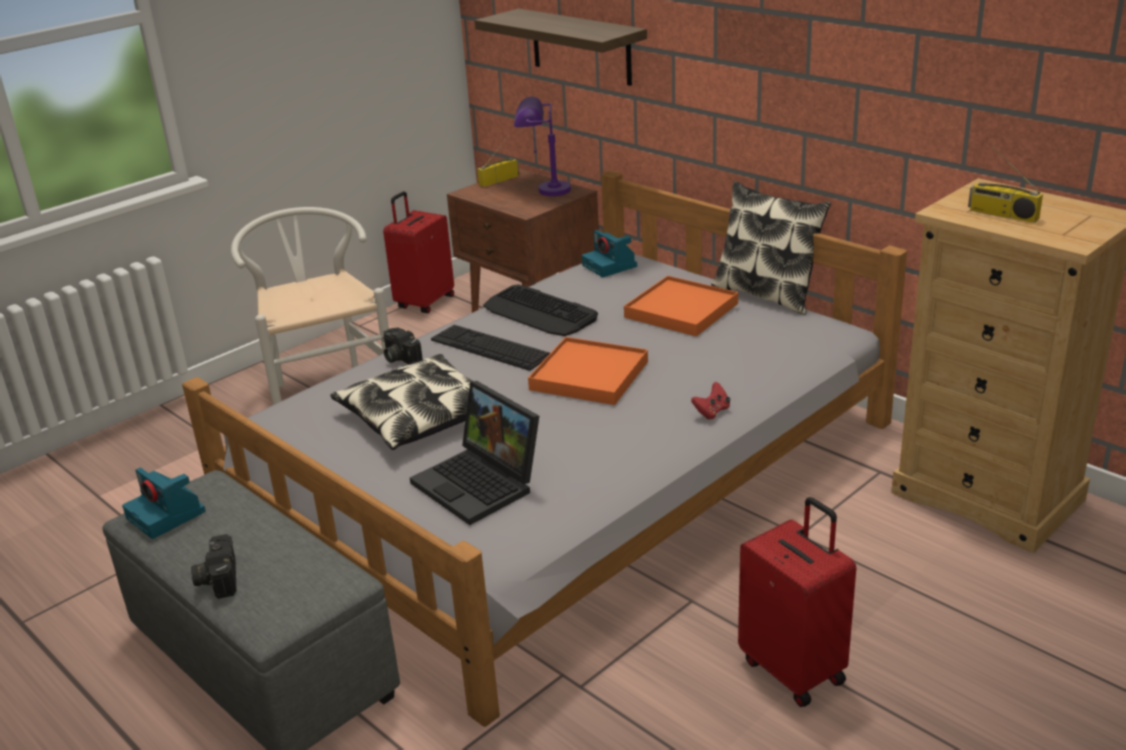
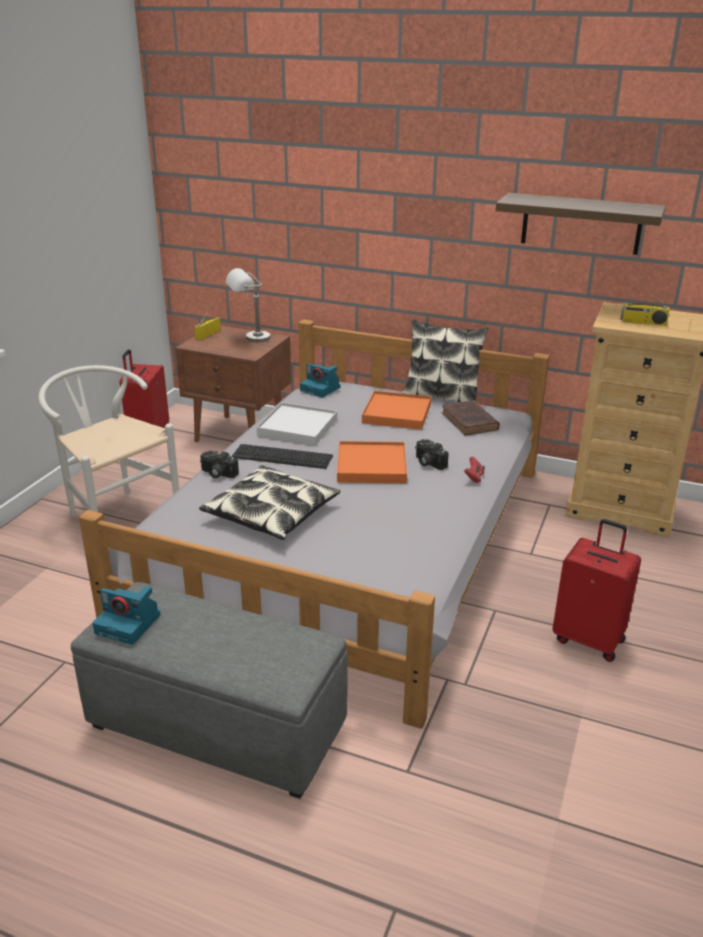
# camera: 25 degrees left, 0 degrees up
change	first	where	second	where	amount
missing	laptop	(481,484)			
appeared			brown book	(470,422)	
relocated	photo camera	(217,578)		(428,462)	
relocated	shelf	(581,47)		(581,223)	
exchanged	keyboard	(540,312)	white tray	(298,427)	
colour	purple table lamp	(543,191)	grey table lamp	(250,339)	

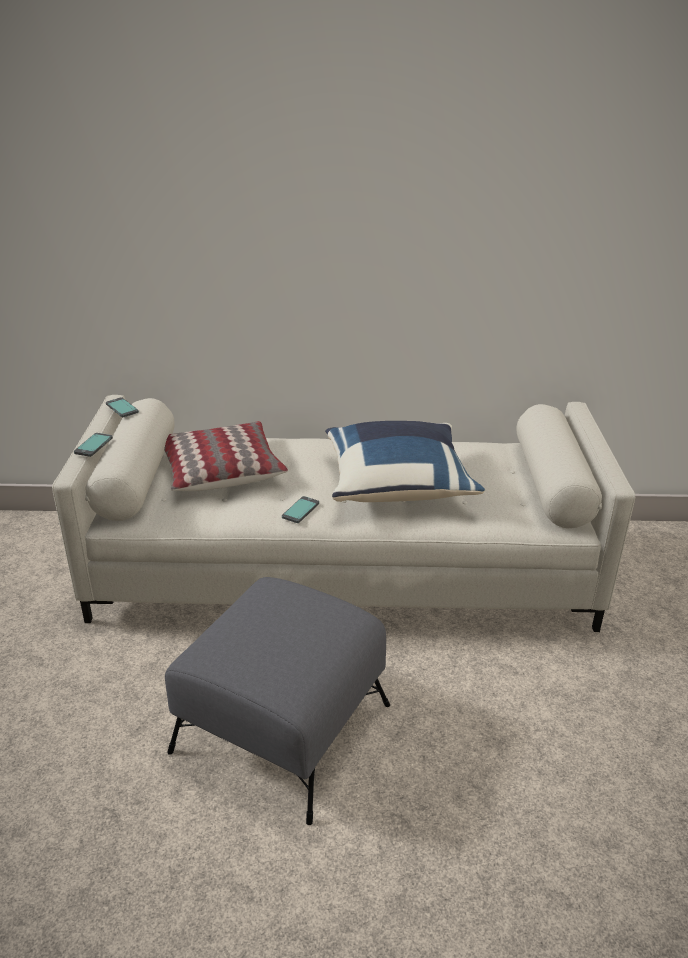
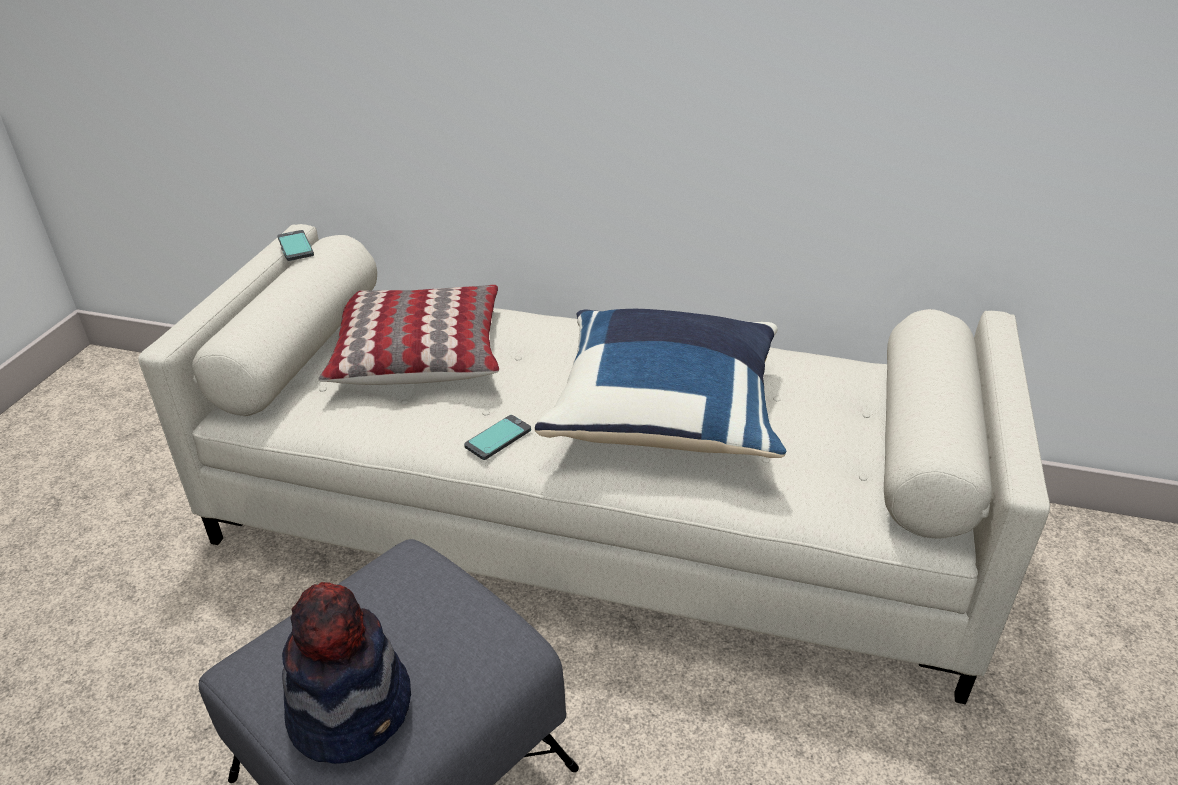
# camera: 15 degrees right, 5 degrees up
change	first	where	second	where	amount
missing	phone	(94,445)			
appeared			hat	(352,708)	

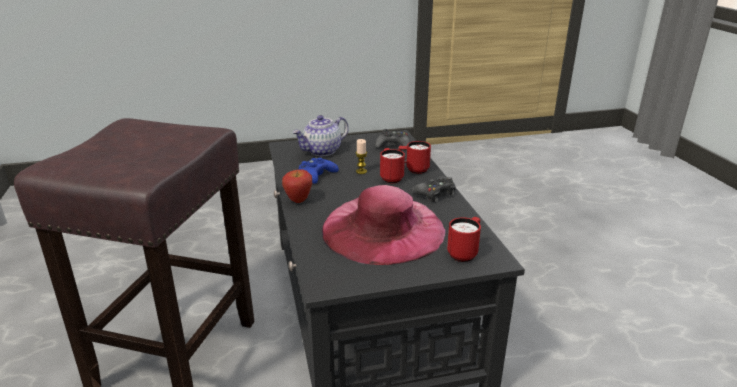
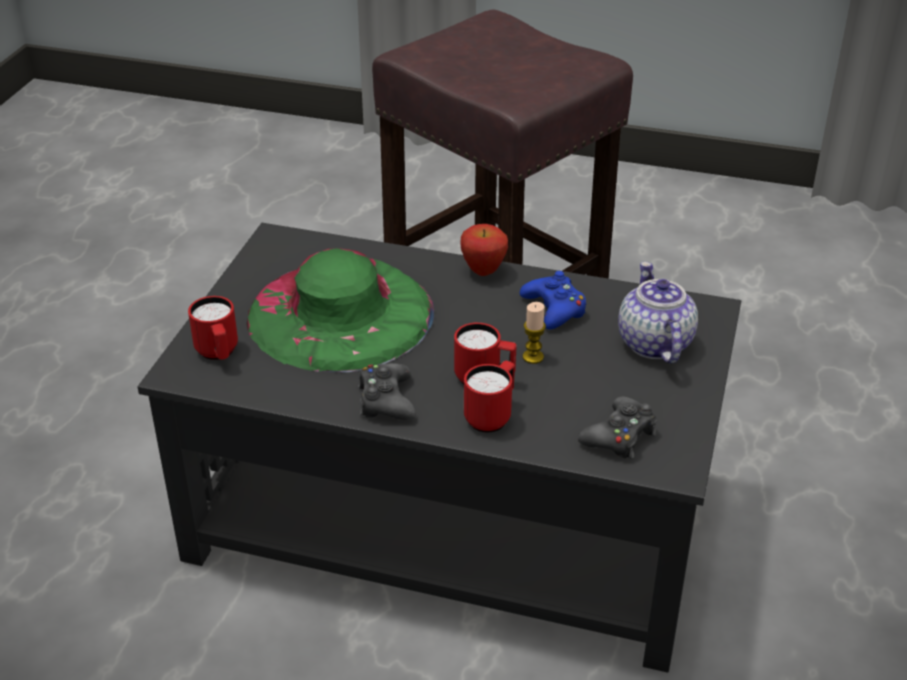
# camera: 120 degrees right, 10 degrees up
change	first	where	second	where	amount
colour	pink hat	(383,229)	green hat	(340,313)	

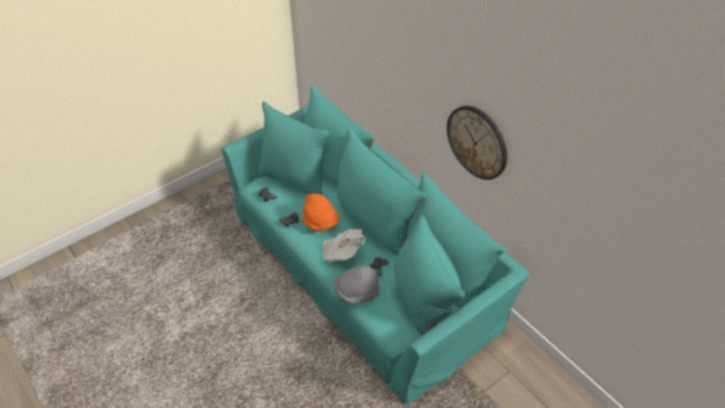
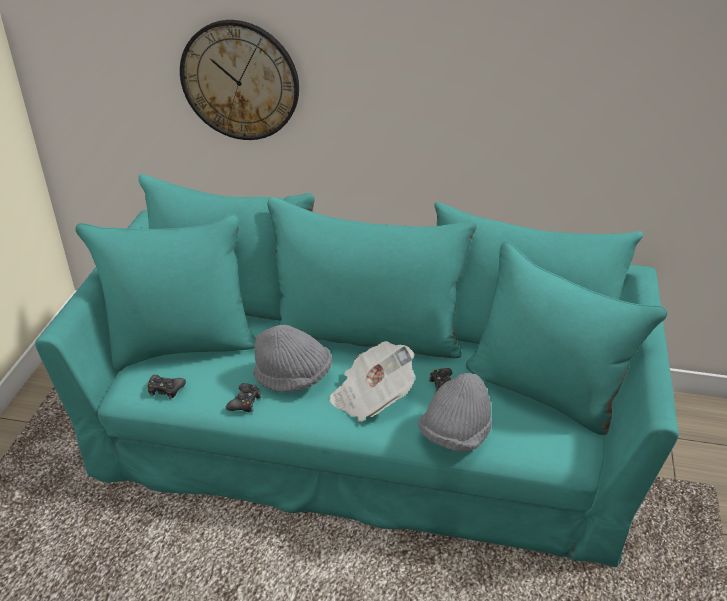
# camera: 40 degrees left, 10 degrees down
change	first	where	second	where	amount
relocated	wall clock	(477,142)		(240,81)	
colour	orange hat	(320,222)	grey hat	(294,377)	

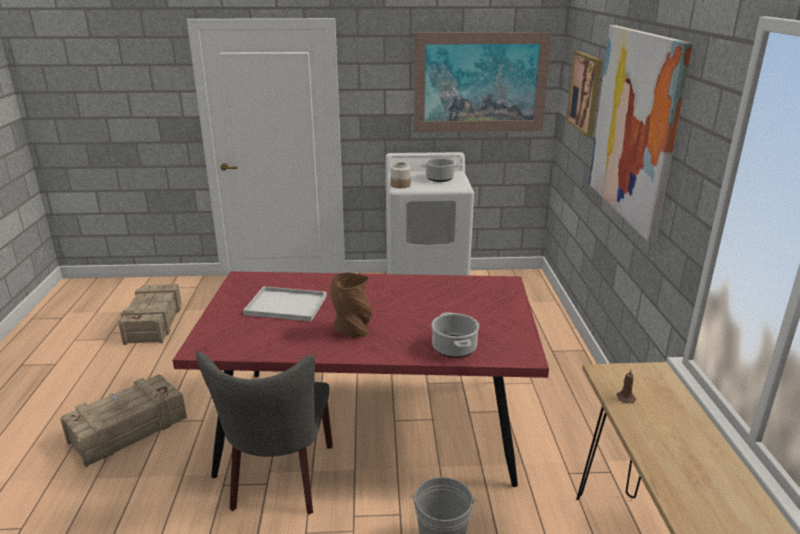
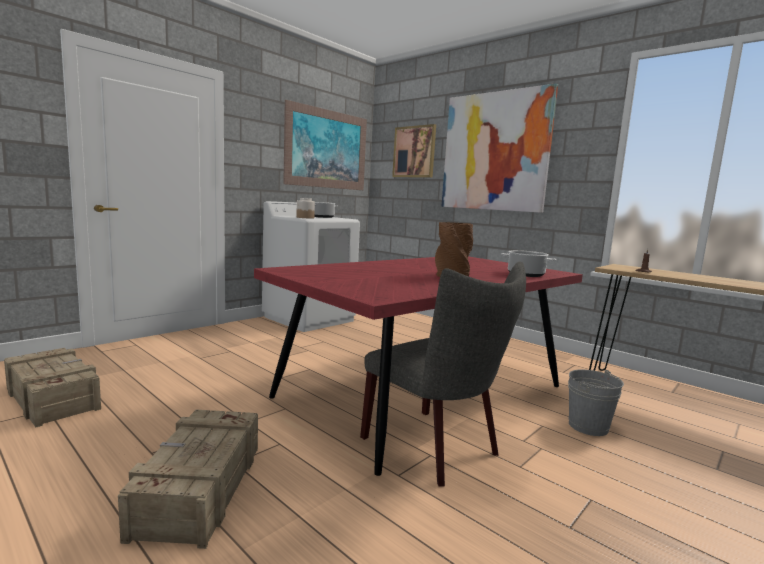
# camera: 45 degrees left, 15 degrees down
change	first	where	second	where	amount
missing	white tray	(288,305)			

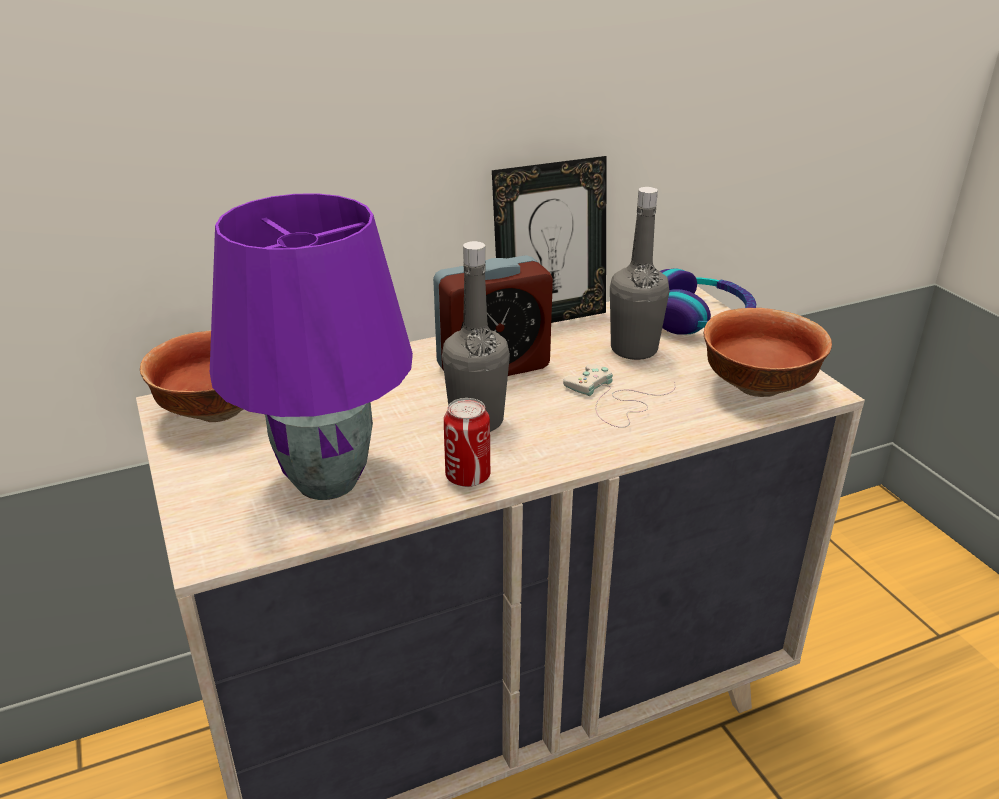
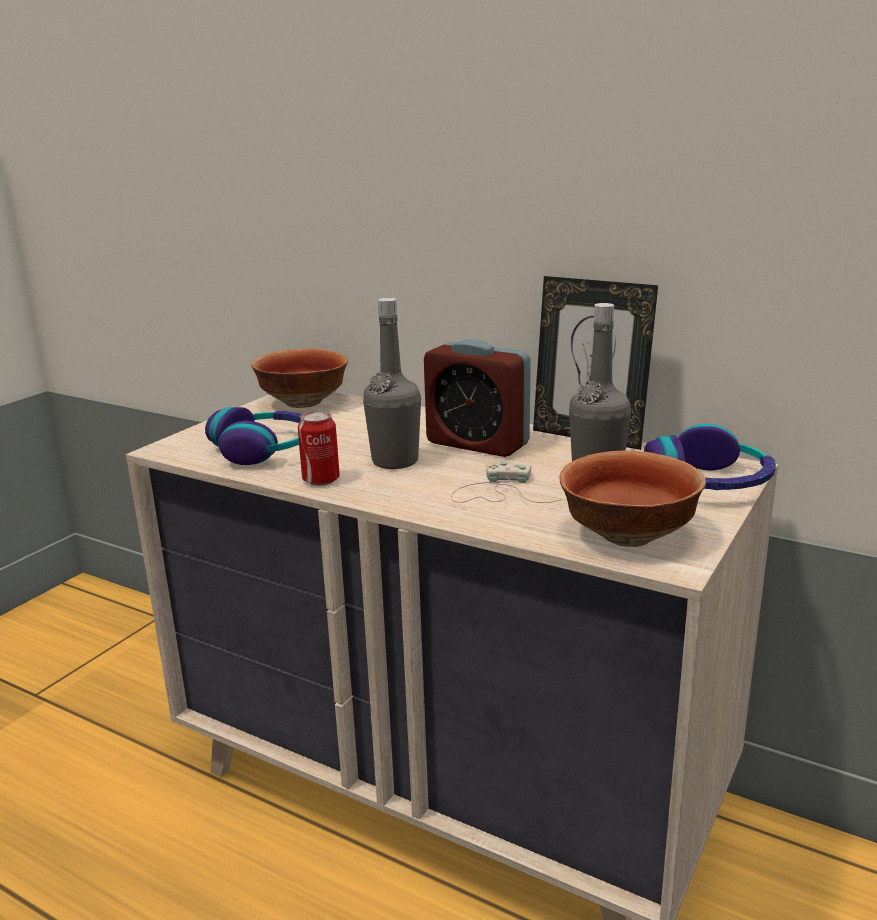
# camera: 55 degrees right, 10 degrees down
change	first	where	second	where	amount
exchanged	purple table lamp	(329,481)	headphones	(266,449)	

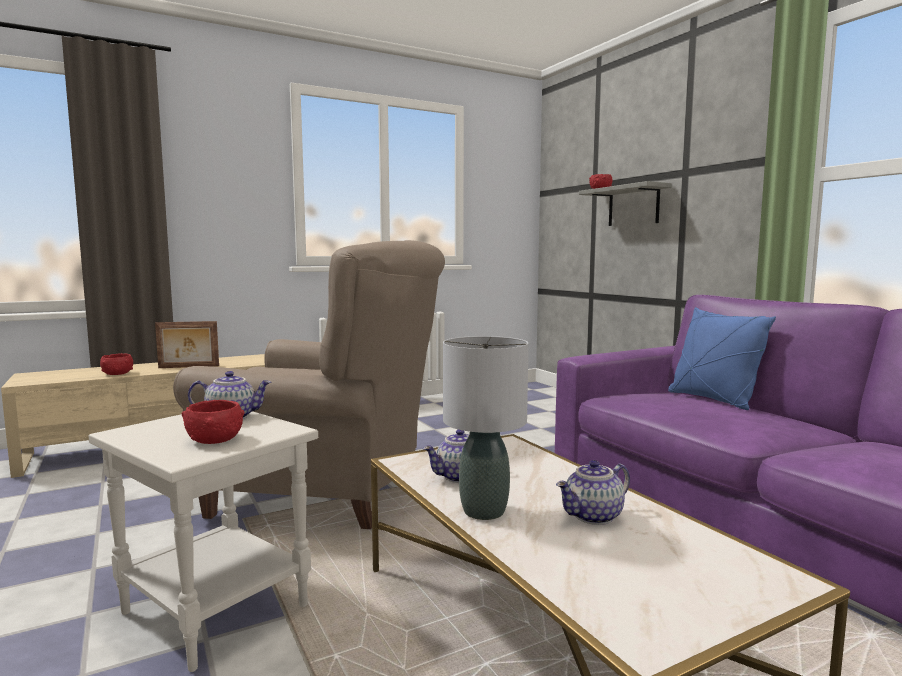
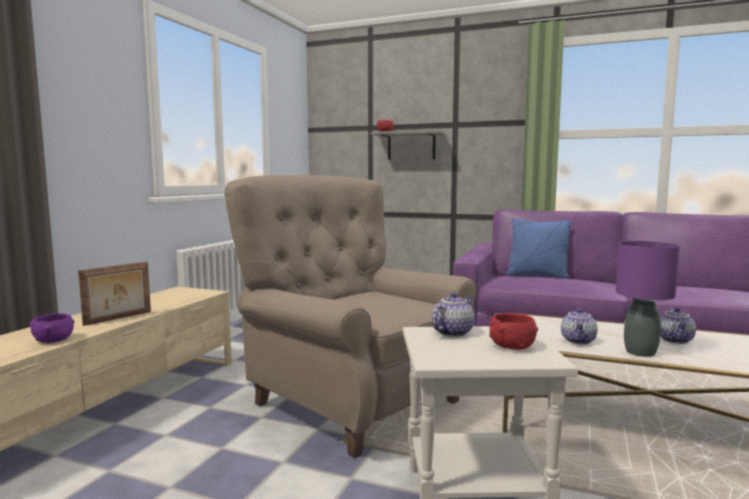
# camera: 40 degrees left, 0 degrees up
change	first	where	second	where	amount
colour	red bowl	(117,373)	purple bowl	(53,340)	
colour	grey table lamp	(483,511)	purple table lamp	(639,352)	
spun	beige armchair	(328,490)		(351,400)	105 degrees counterclockwise

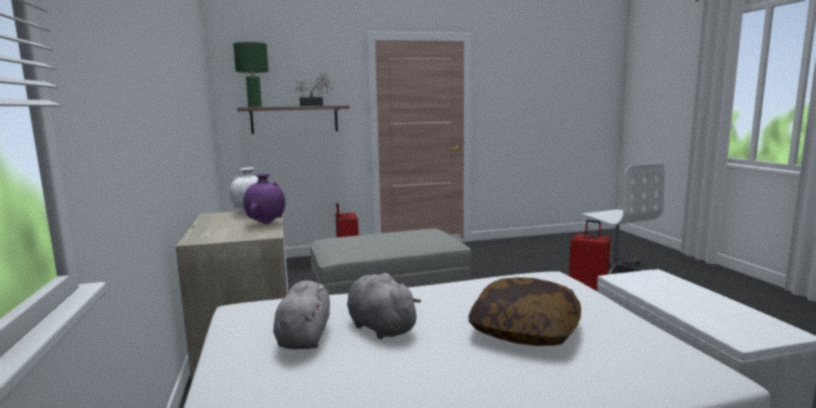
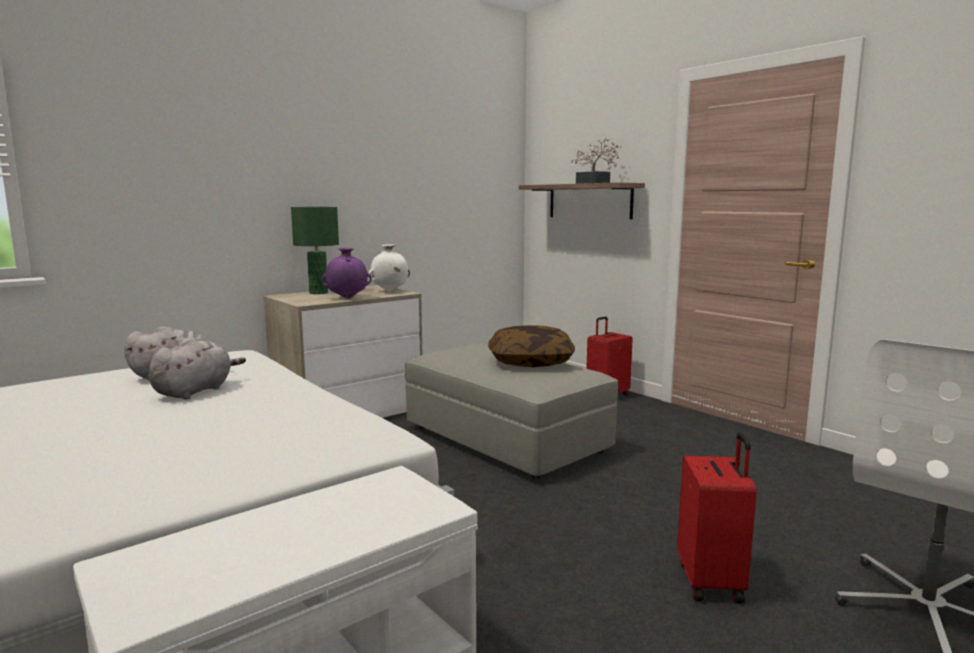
# camera: 65 degrees right, 0 degrees up
change	first	where	second	where	amount
relocated	green table lamp	(255,106)		(318,293)	
relocated	pillow	(525,330)		(530,362)	

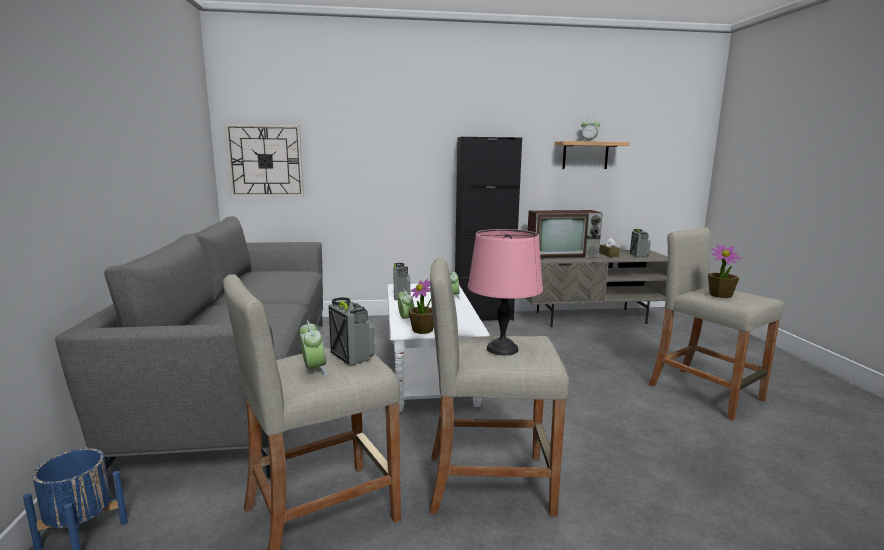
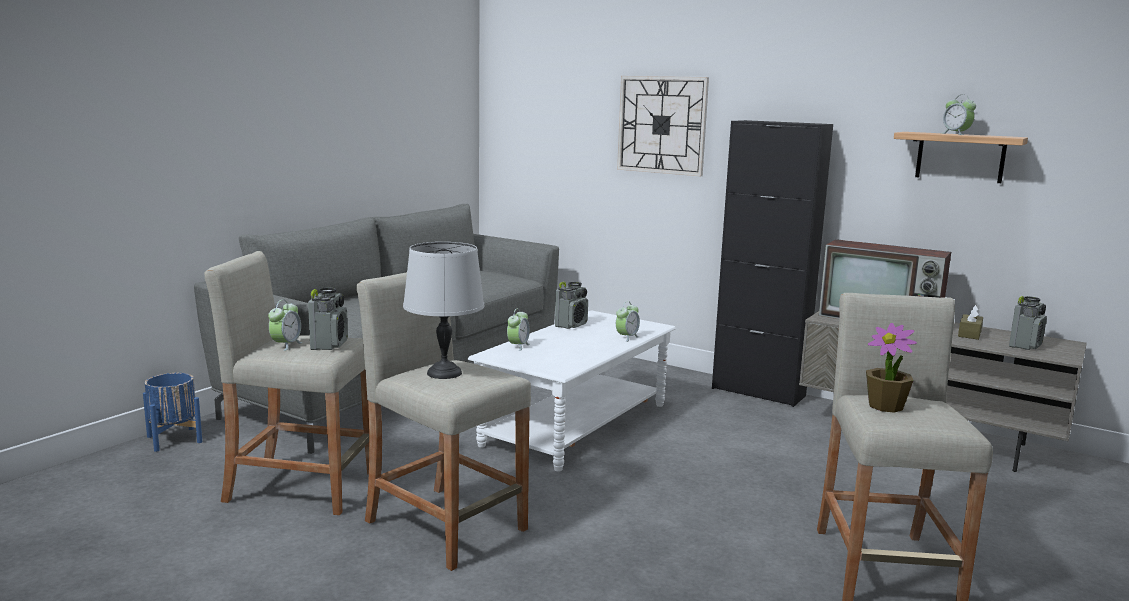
# camera: 40 degrees right, 0 degrees up
change	first	where	second	where	amount
missing	potted plant	(422,330)			
relocated	wall clock	(265,161)		(662,125)	
colour	pink table lamp	(502,349)	grey table lamp	(443,373)	

